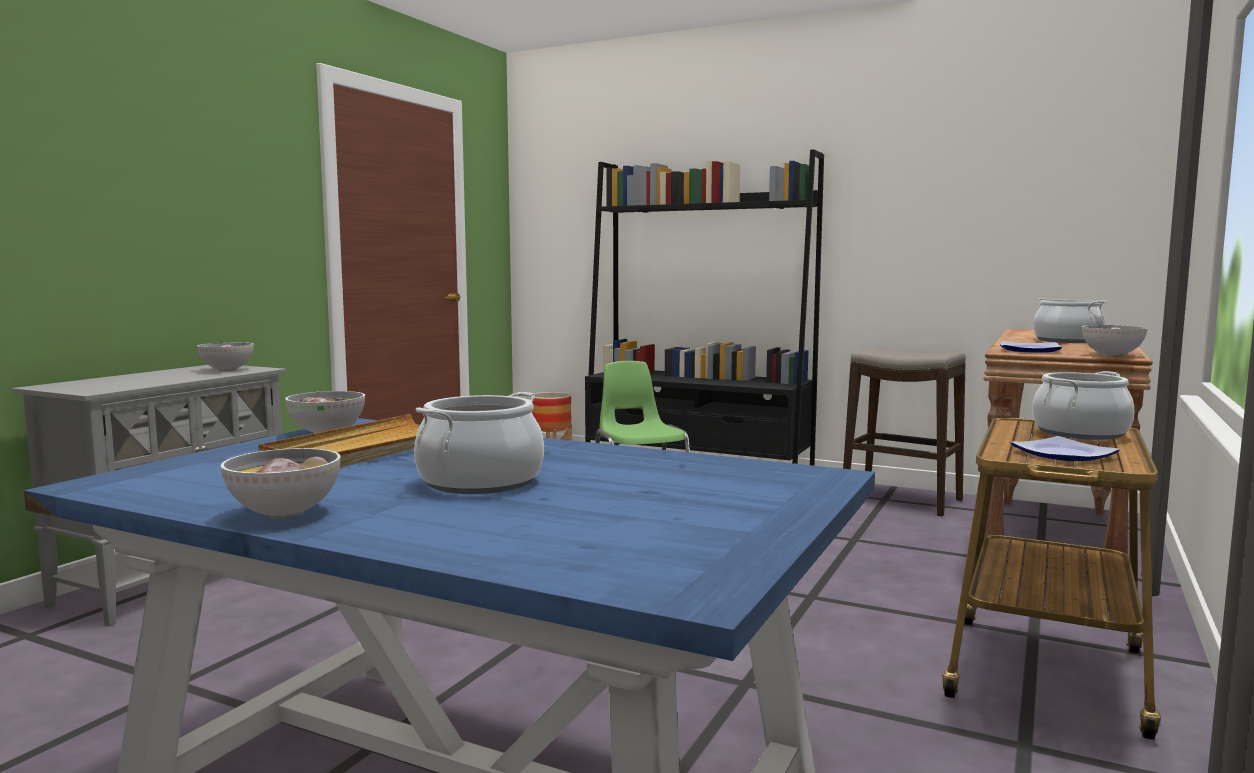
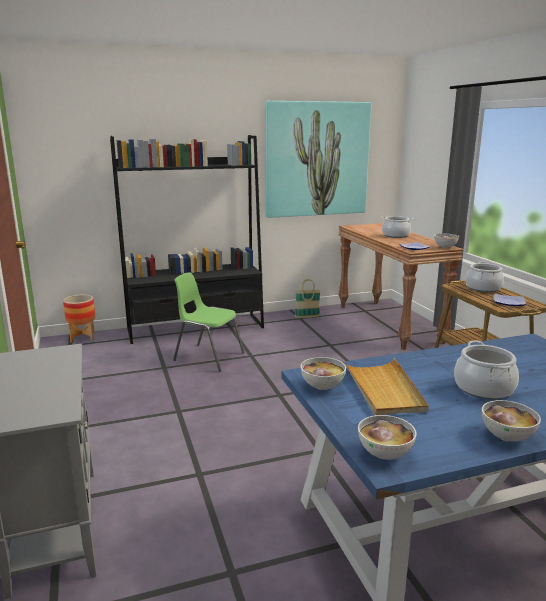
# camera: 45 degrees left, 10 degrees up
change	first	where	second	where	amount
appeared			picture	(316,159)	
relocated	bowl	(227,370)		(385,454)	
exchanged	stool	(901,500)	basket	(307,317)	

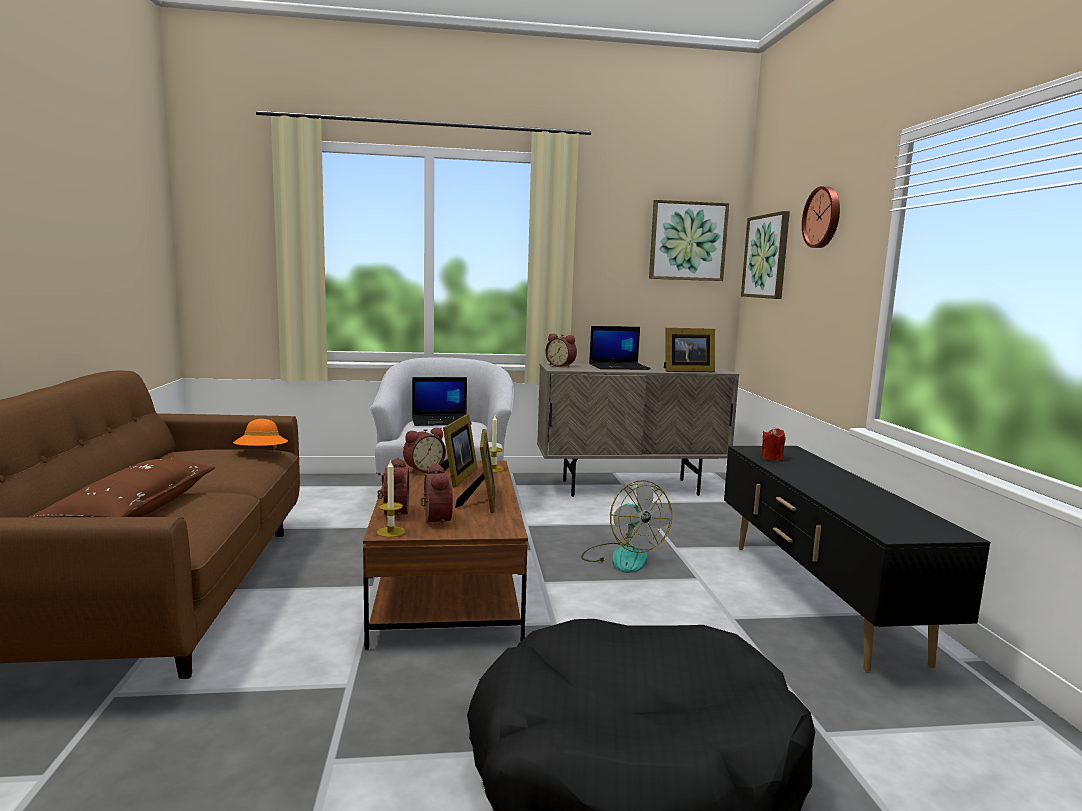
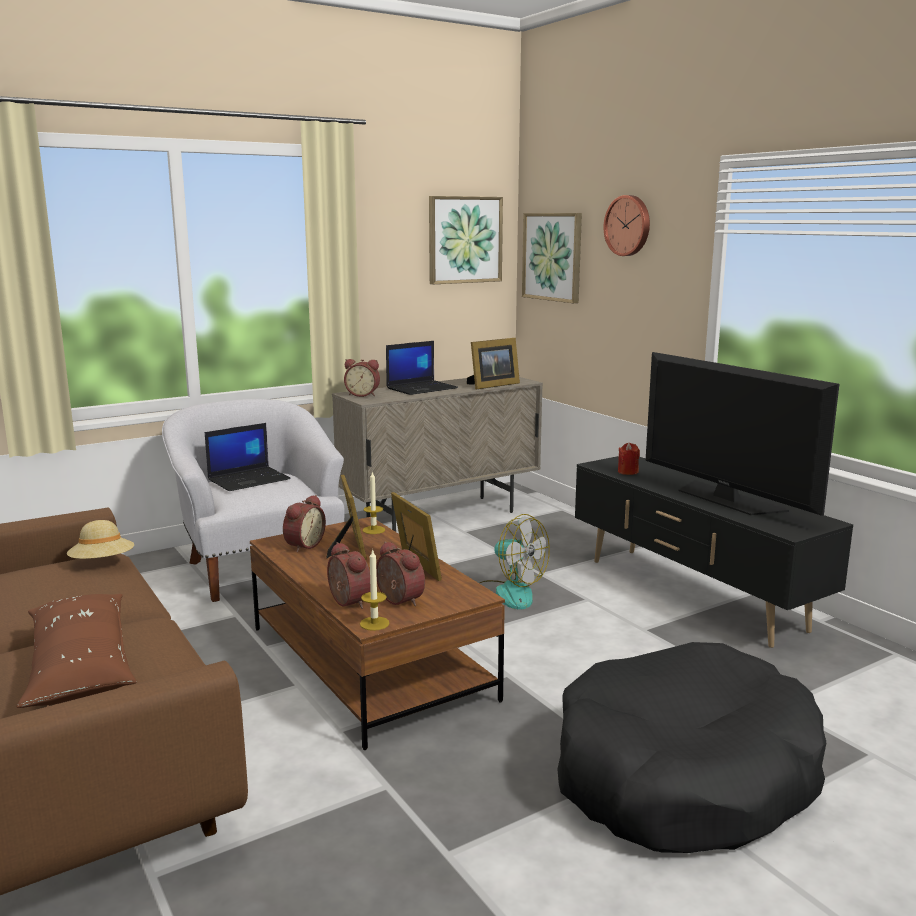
# camera: 25 degrees left, 5 degrees up
change	first	where	second	where	amount
appeared			television	(726,499)	
colour	orange hat	(261,454)	beige hat	(103,564)	

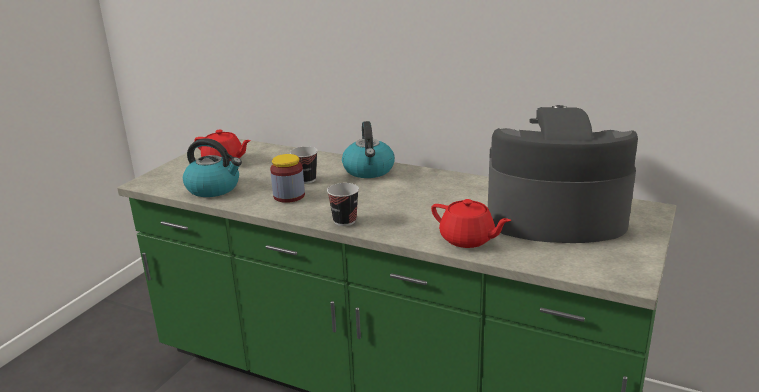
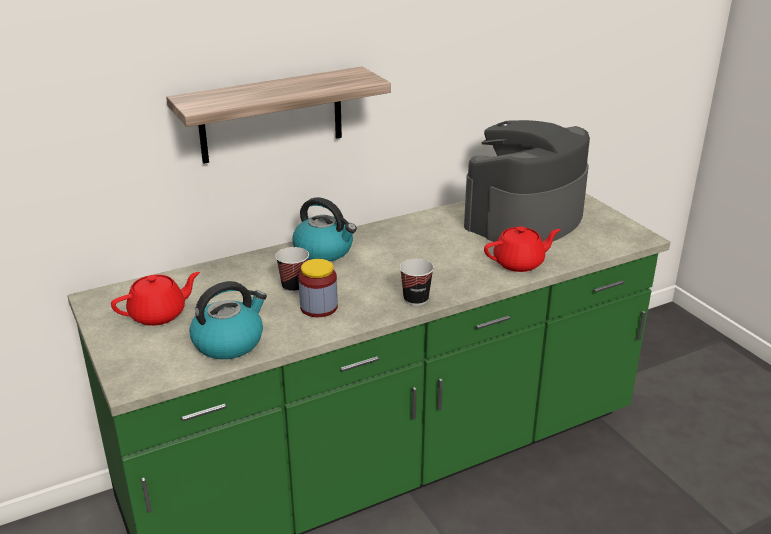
# camera: 55 degrees left, 5 degrees up
change	first	where	second	where	amount
appeared			shelf	(271,115)	

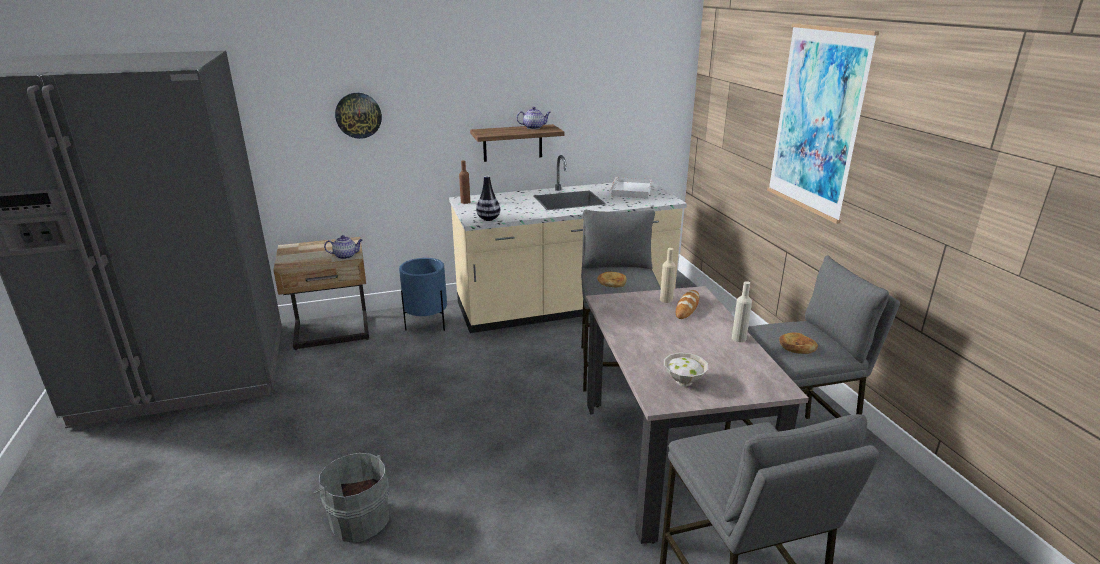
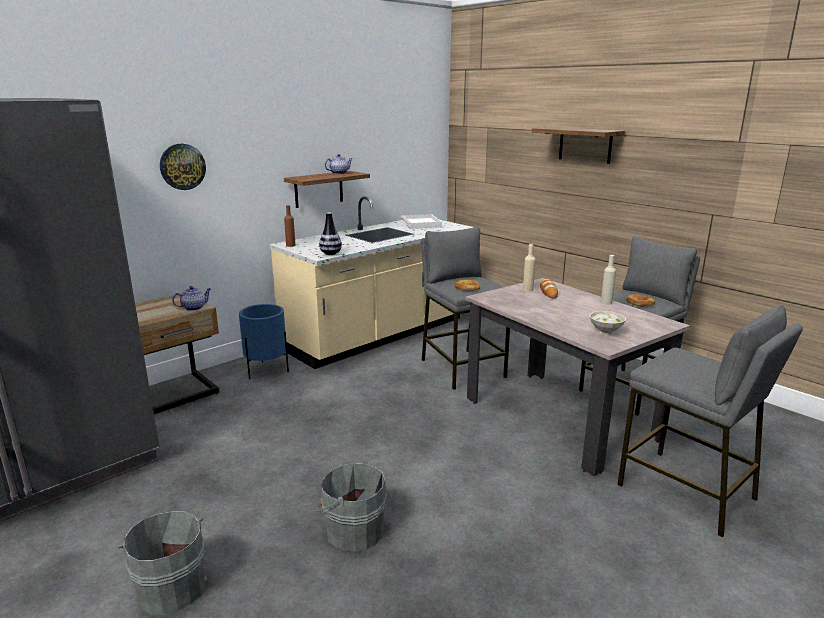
# camera: 25 degrees left, 5 degrees down
change	first	where	second	where	amount
appeared			grey bucket	(172,586)	
exchanged	picture	(817,121)	shelf	(585,145)	

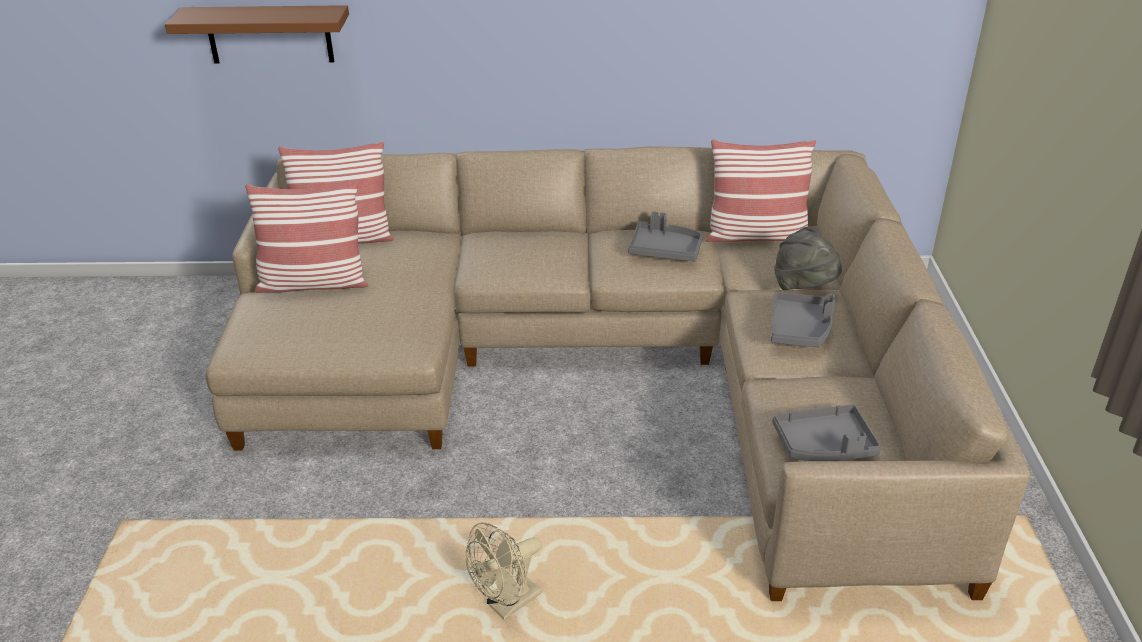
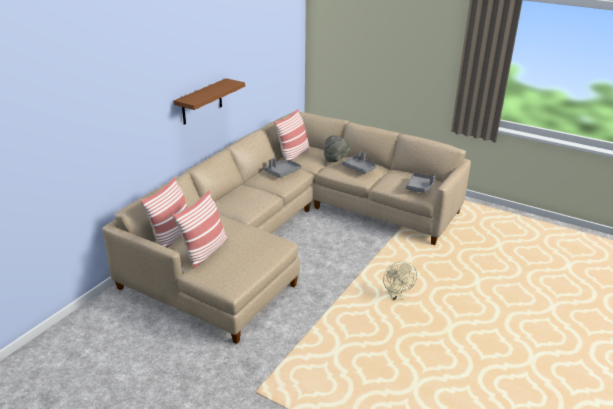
# camera: 60 degrees left, 5 degrees down
change	first	where	second	where	amount
relocated	brown shelf	(269,34)		(202,102)	

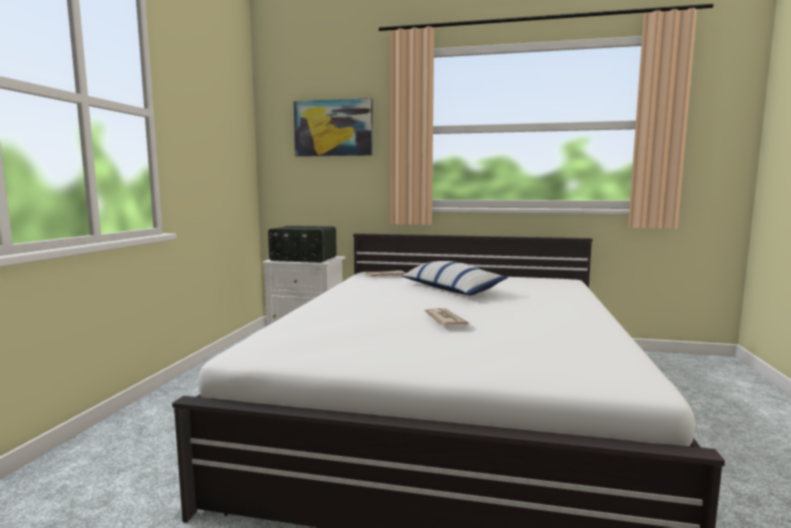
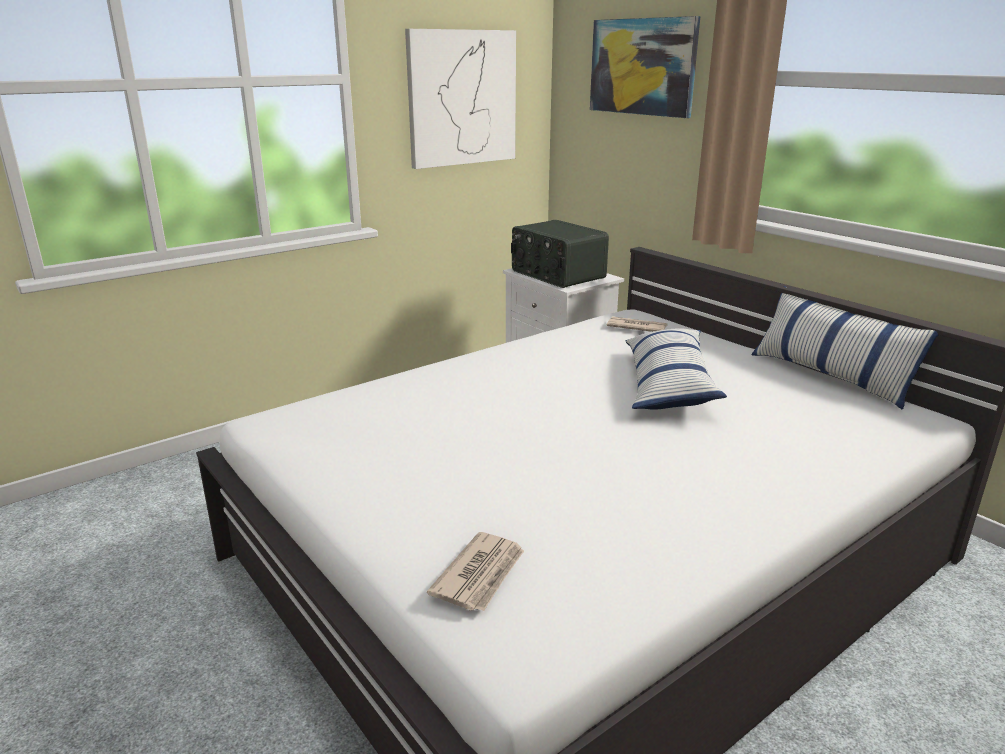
# camera: 40 degrees right, 15 degrees up
change	first	where	second	where	amount
appeared			picture	(462,98)	
appeared			pillow	(831,376)	
relocated	newspaper	(446,320)		(480,575)	

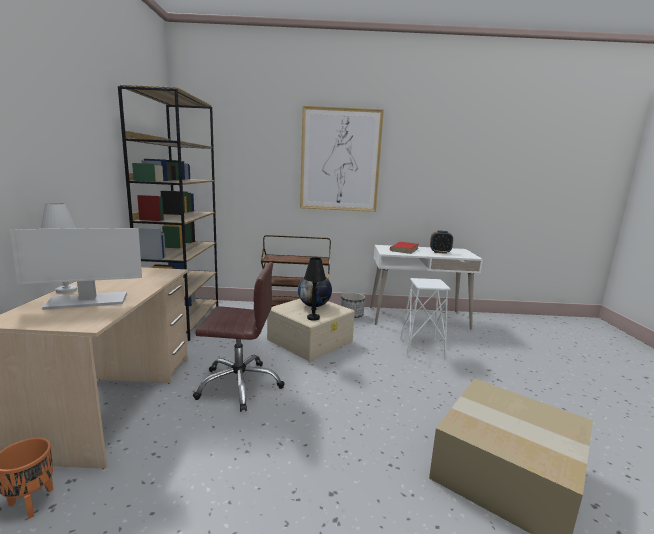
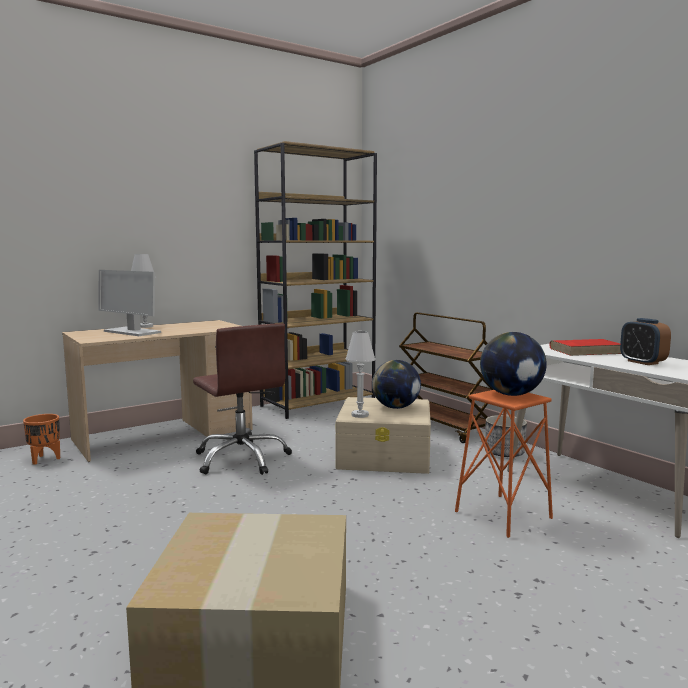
# camera: 55 degrees right, 5 degrees down
change	first	where	second	where	amount
missing	picture	(340,160)			
appeared			globe	(511,394)	
colour	black table lamp	(313,318)	white table lamp	(360,415)	
colour	white stool	(421,348)	orange stool	(503,515)	

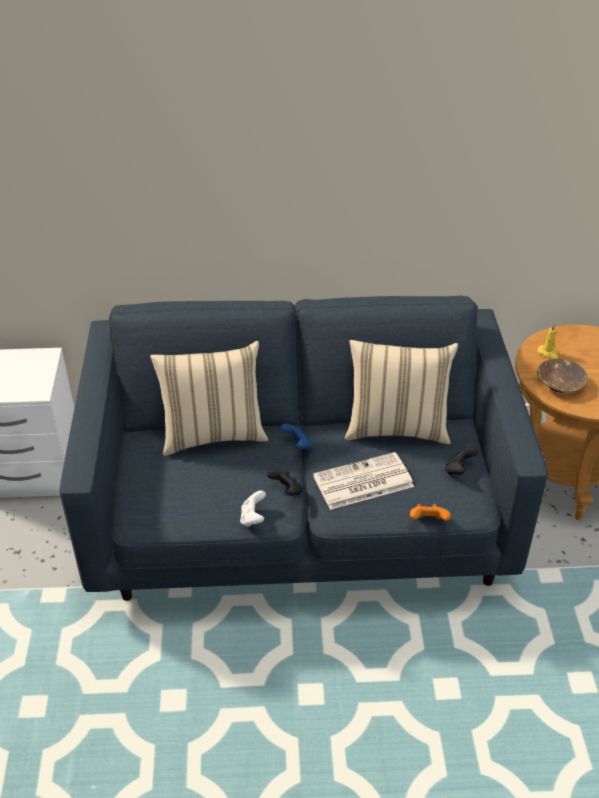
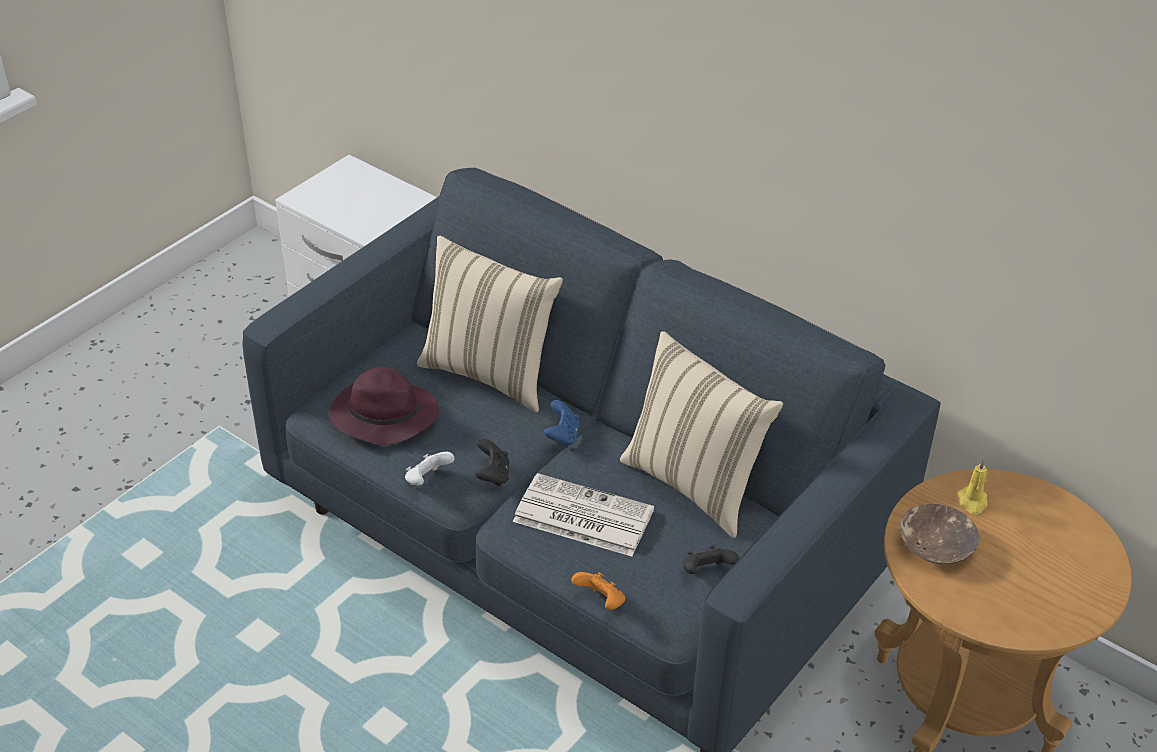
# camera: 40 degrees right, 0 degrees up
change	first	where	second	where	amount
appeared			purple hat	(382,416)	

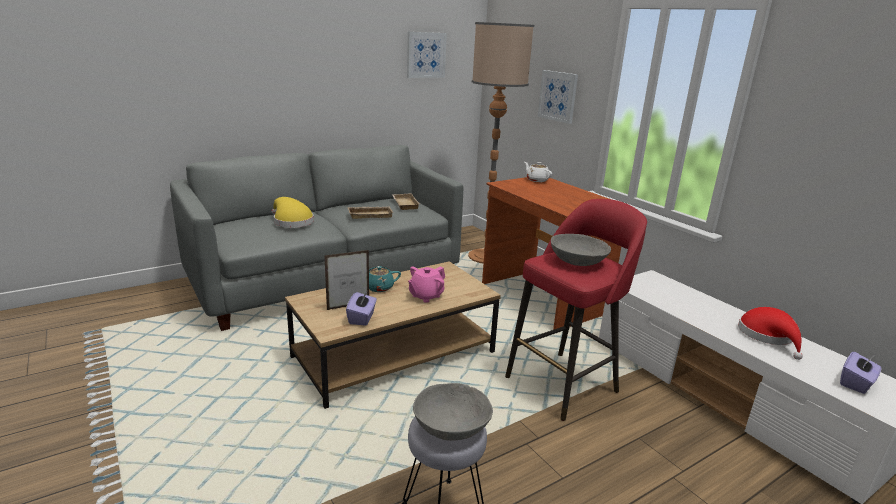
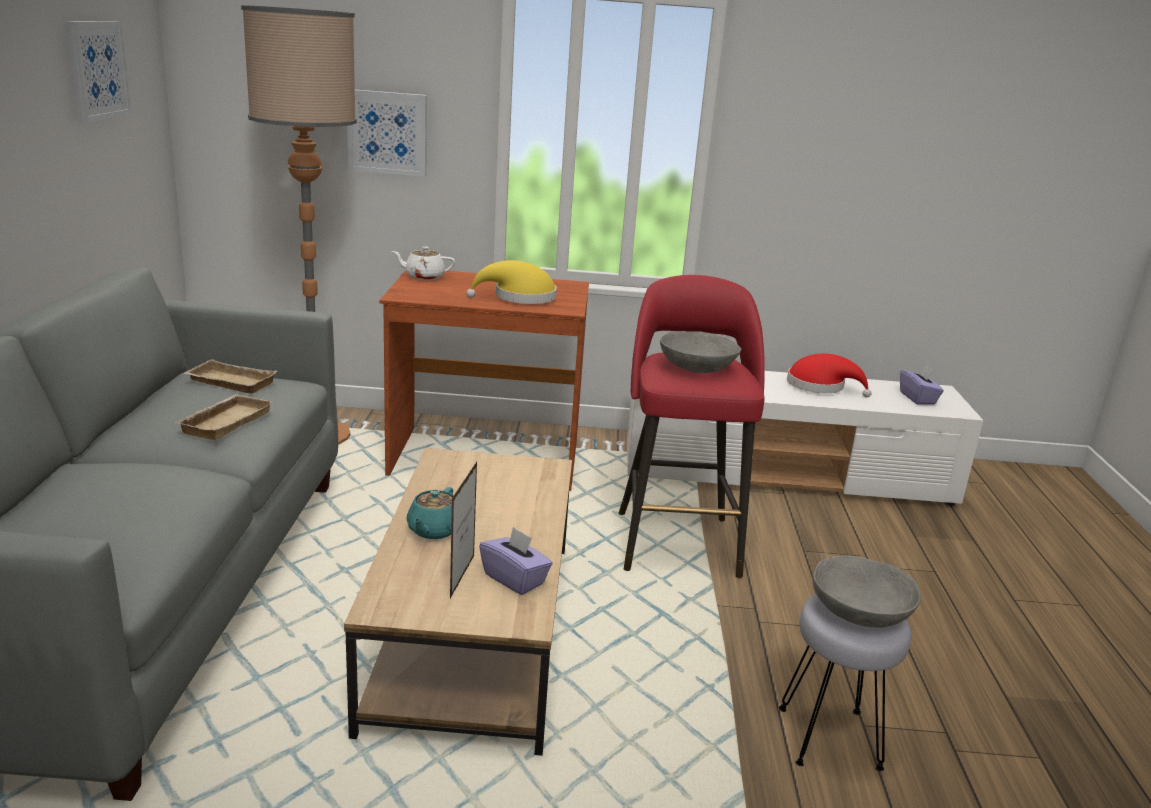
# camera: 55 degrees left, 0 degrees up
change	first	where	second	where	amount
missing	pink teapot	(426,296)			
relocated	yellow hat	(291,221)		(519,298)	

